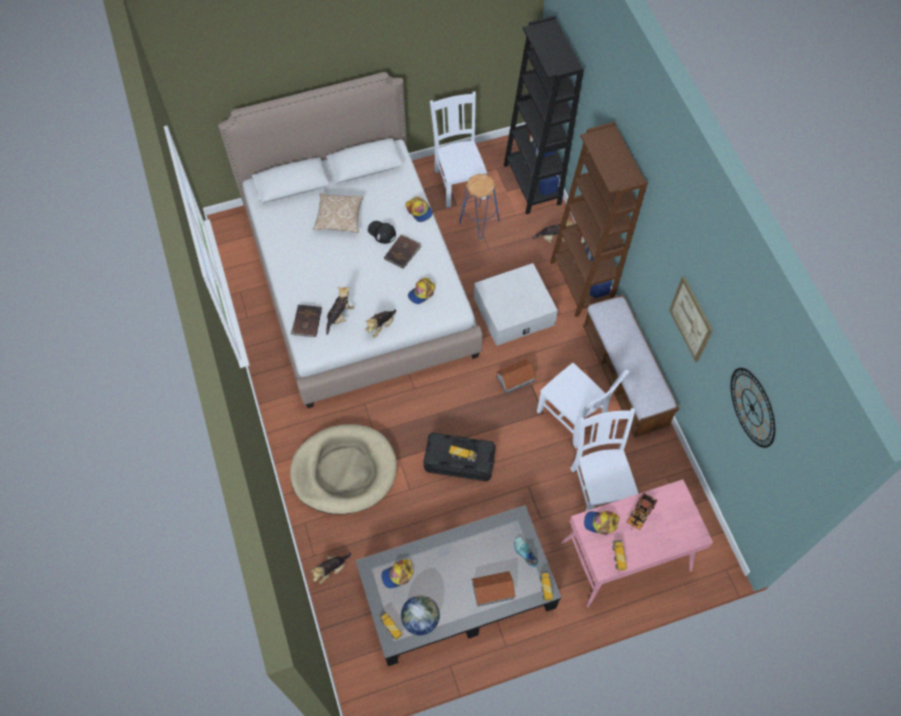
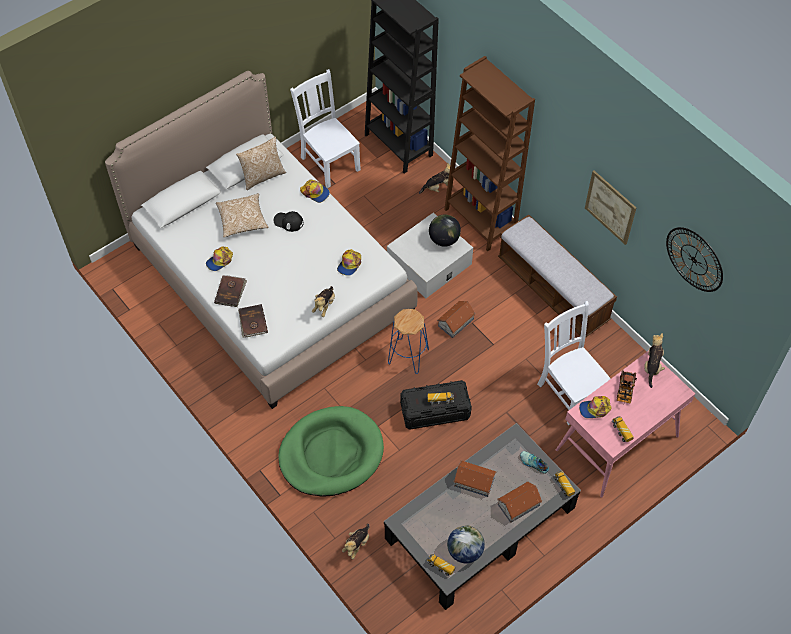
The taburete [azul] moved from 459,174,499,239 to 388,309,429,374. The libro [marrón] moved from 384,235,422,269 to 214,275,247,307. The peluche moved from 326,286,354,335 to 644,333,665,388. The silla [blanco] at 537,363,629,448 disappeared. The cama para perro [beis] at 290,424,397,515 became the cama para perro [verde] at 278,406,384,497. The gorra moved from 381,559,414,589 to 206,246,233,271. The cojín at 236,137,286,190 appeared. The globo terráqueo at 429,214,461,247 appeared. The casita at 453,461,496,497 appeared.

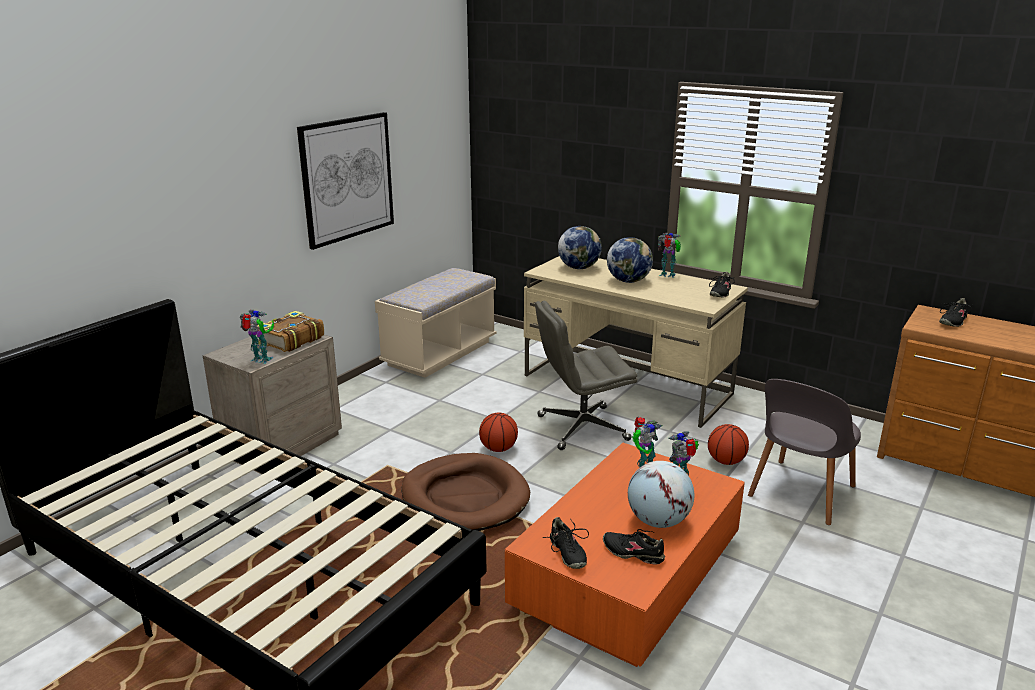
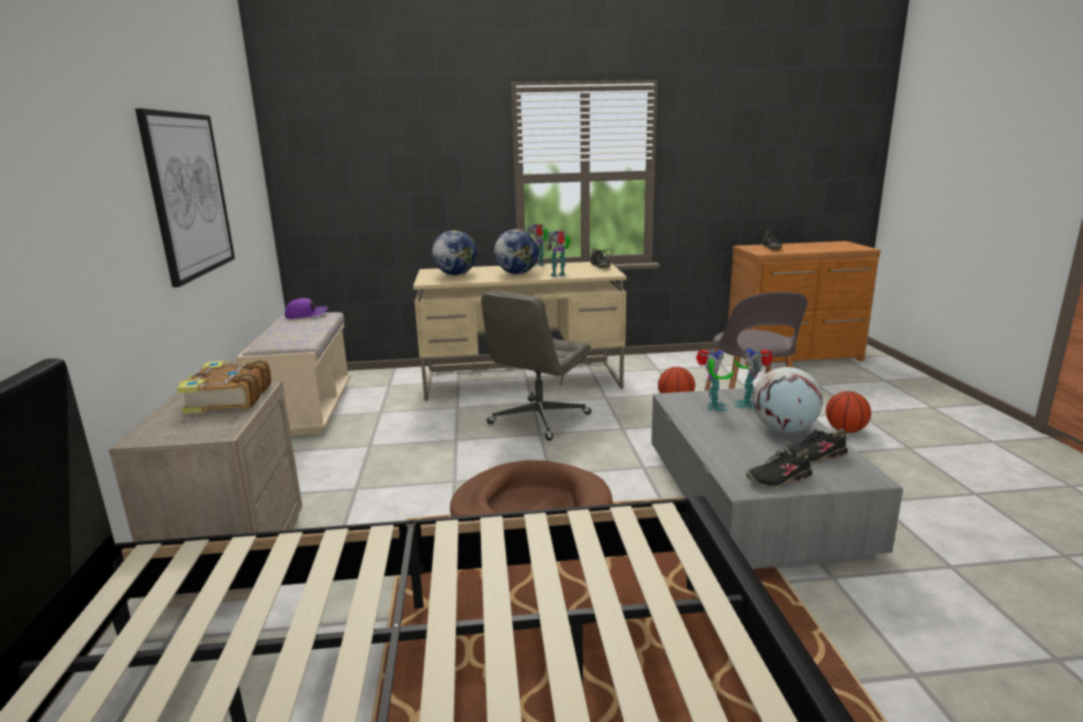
The robot de juguete moved from 239,310,274,364 to 547,230,571,277. The balón de baloncesto moved from 479,412,518,452 to 826,391,871,433. The mesa de centro [naranja] at 505,443,745,667 became the mesa de centro [gris] at 651,387,903,569. The zapato [negro] at 543,517,589,569 turned 135 degrees clockwise. The gorra [morado] at 285,298,328,319 appeared.

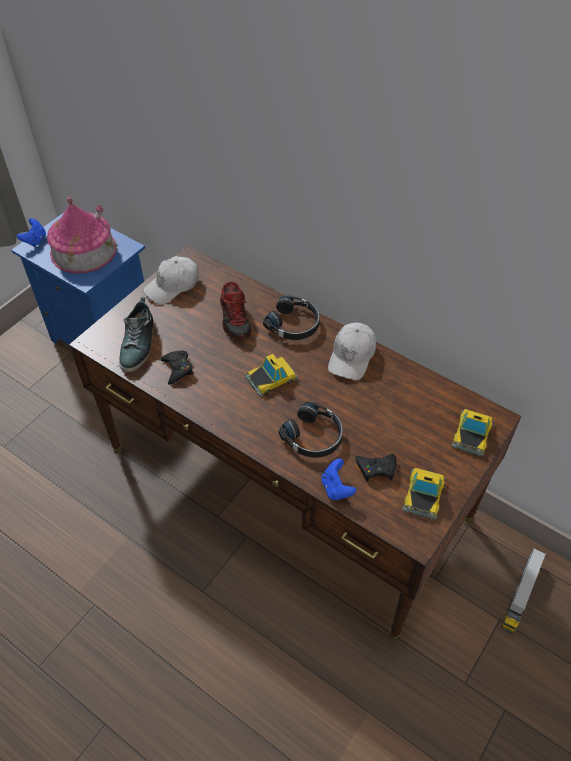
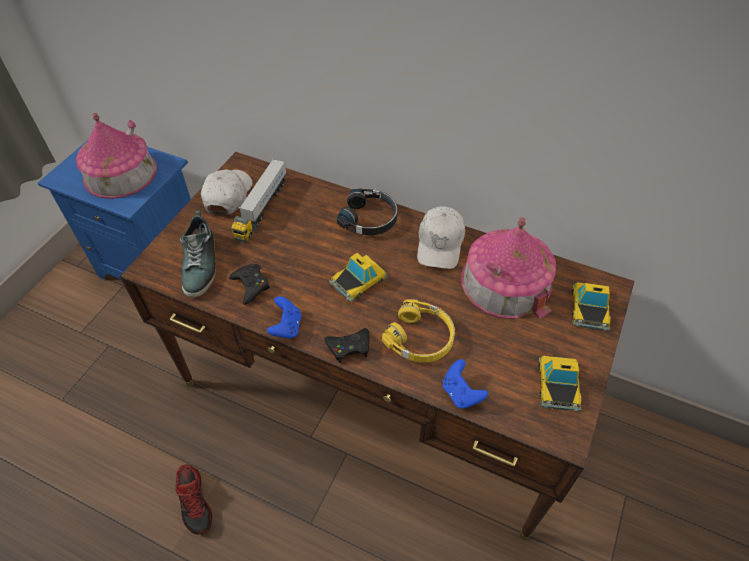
The mando de consola [azul] moved from 17,218,46,247 to 267,296,301,339. The gorra [blanco] at 143,256,199,304 turned 150 degrees clockwise. The zapato moved from 220,281,251,339 to 175,464,212,535. The auriculares [negro] at 279,401,343,458 became the auriculares [amarillo] at 382,299,455,363. The mando de consola [negro] moved from 356,454,396,481 to 325,328,370,363. The camión de juguete moved from 501,548,546,633 to 231,159,287,243. The casita at 461,217,556,319 appeared.

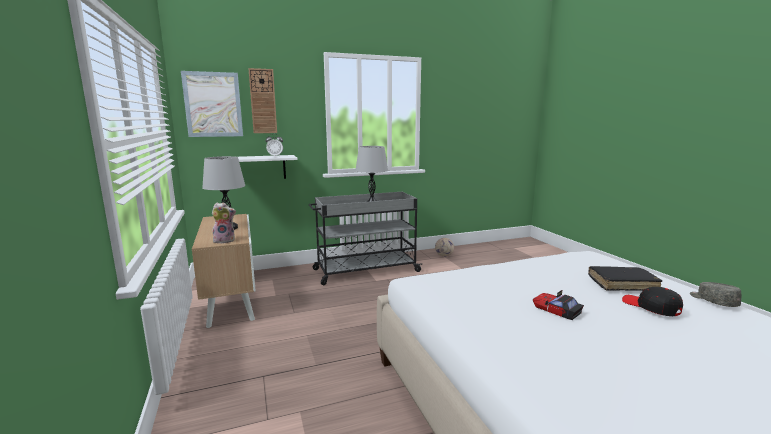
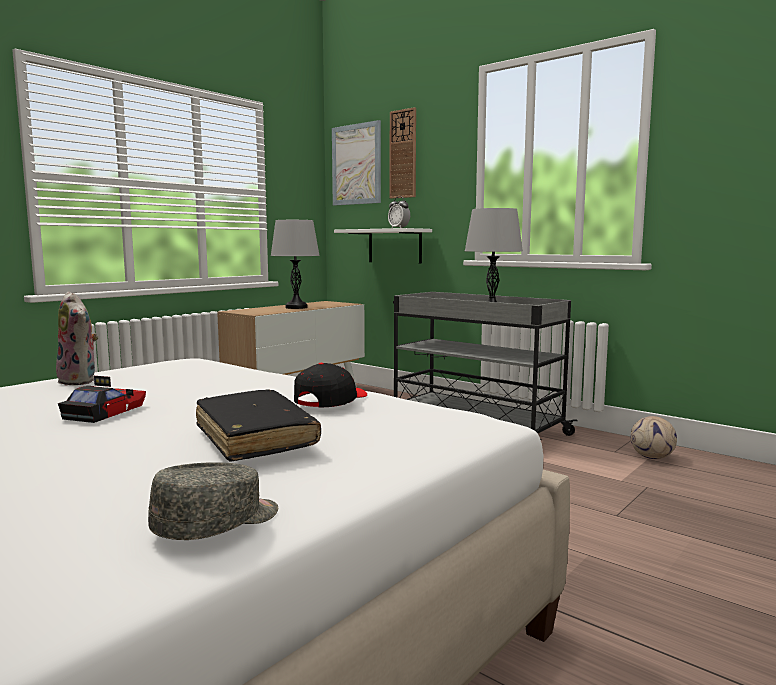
The peluche moved from 212,203,236,244 to 56,291,98,386. The gorra [negro] moved from 622,287,683,316 to 294,363,368,407.

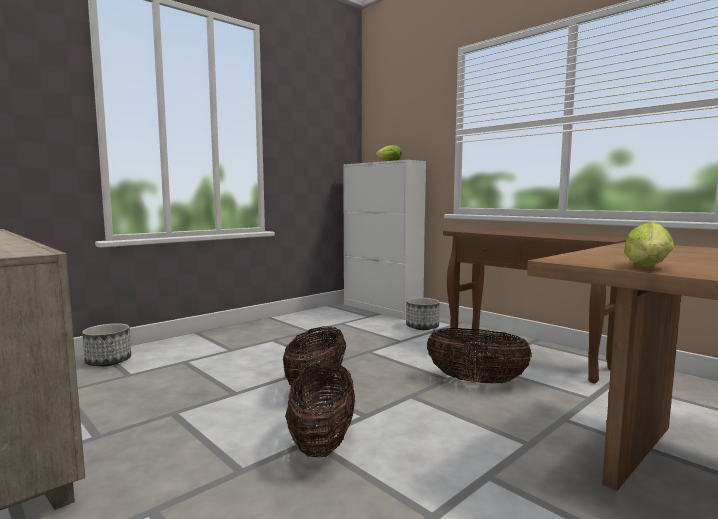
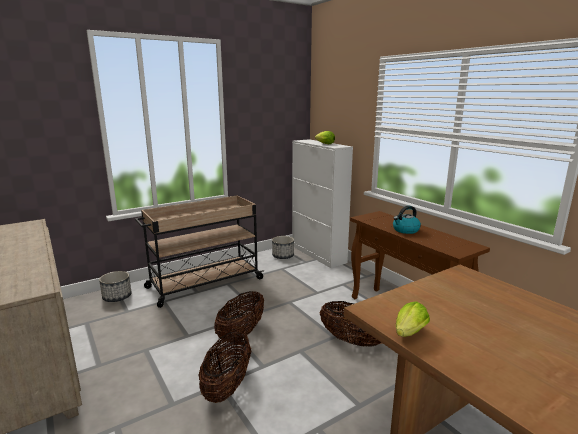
The maceta moved from 406,298,440,330 to 272,236,294,259. The carrito [beis] at 135,195,264,308 appeared. The hervidor at 393,206,421,234 appeared.

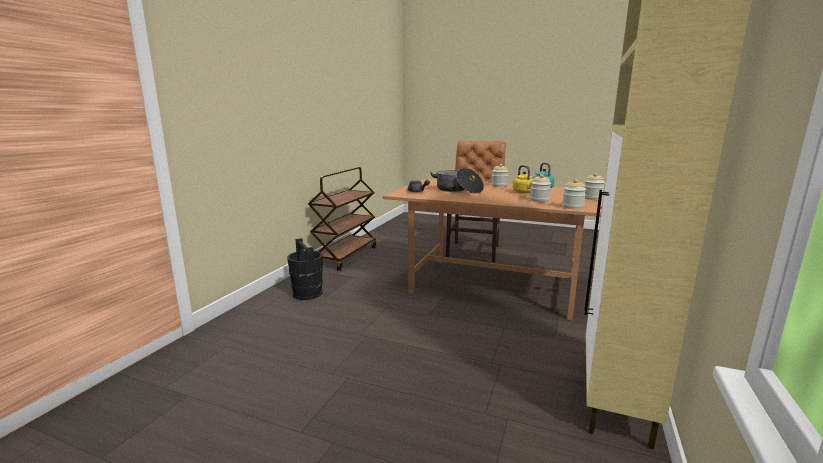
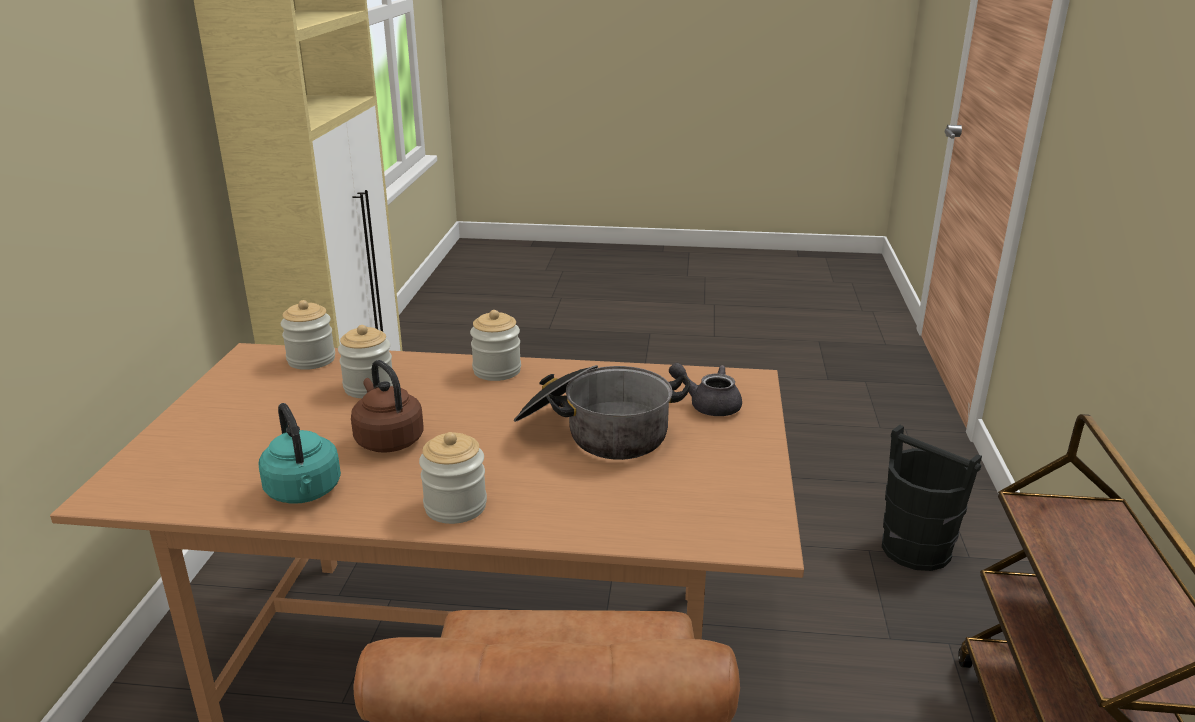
The hervidor [amarillo] at 512,165,533,193 became the hervidor [marrón] at 351,360,424,453. The tarro moved from 584,173,605,200 to 470,310,521,381.

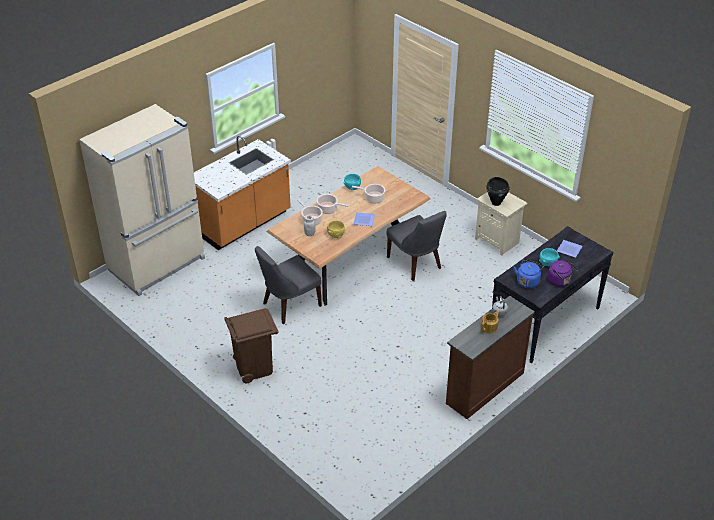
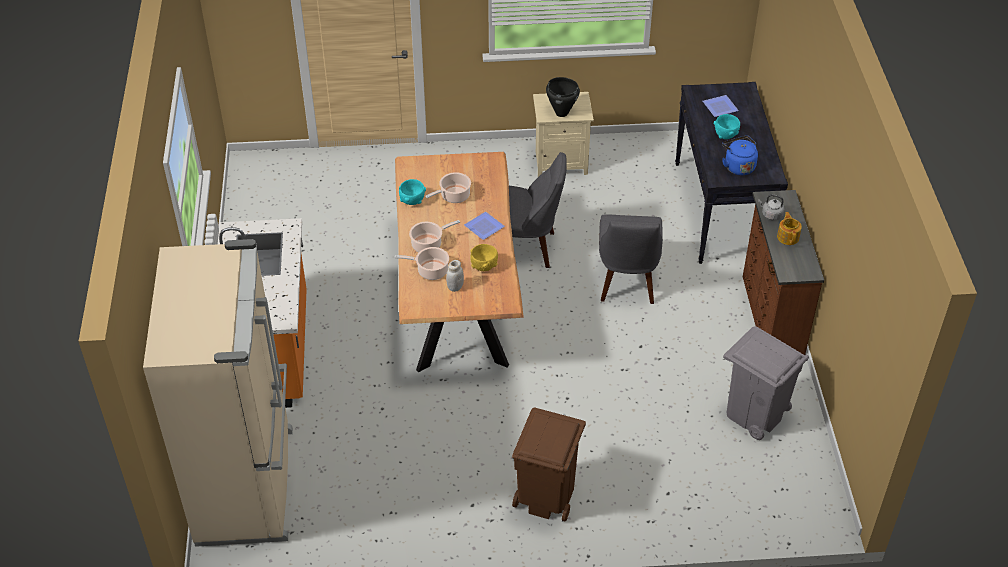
The silla [gris] moved from 255,246,322,324 to 599,214,663,304. The hervidor [morado] at 548,260,577,287 disappeared. The papelera [gris] at 723,327,809,440 appeared.

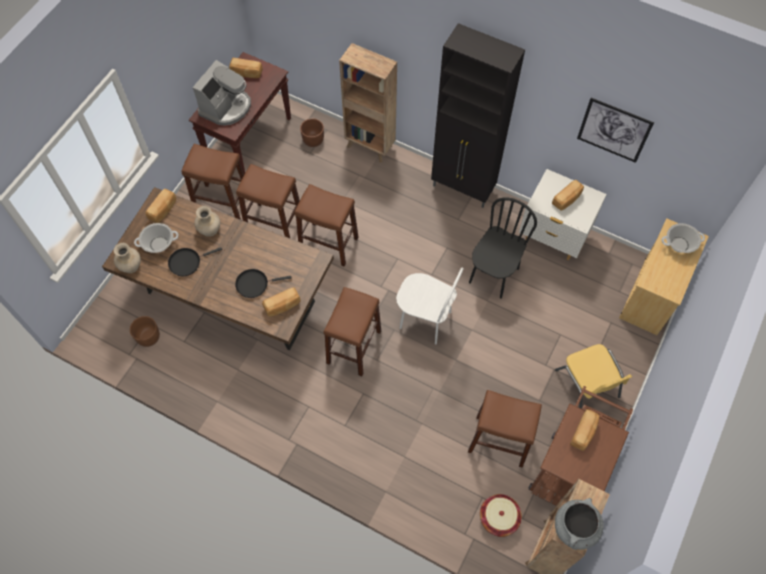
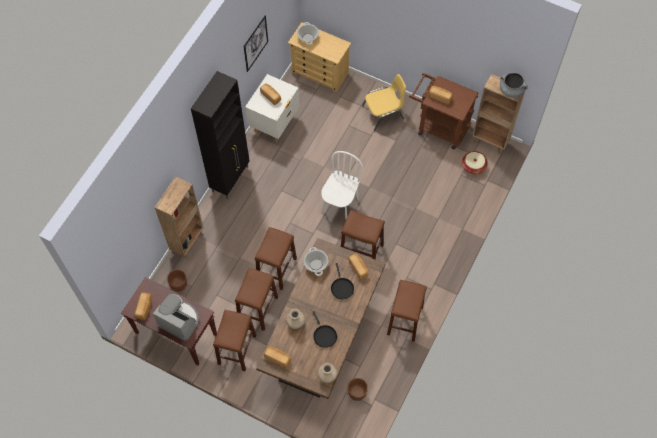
The silla [negro] at 469,197,537,299 disappeared. The olla moved from 134,223,179,253 to 304,247,328,276. The taburete [marrón] moved from 468,390,542,468 to 387,280,427,342.

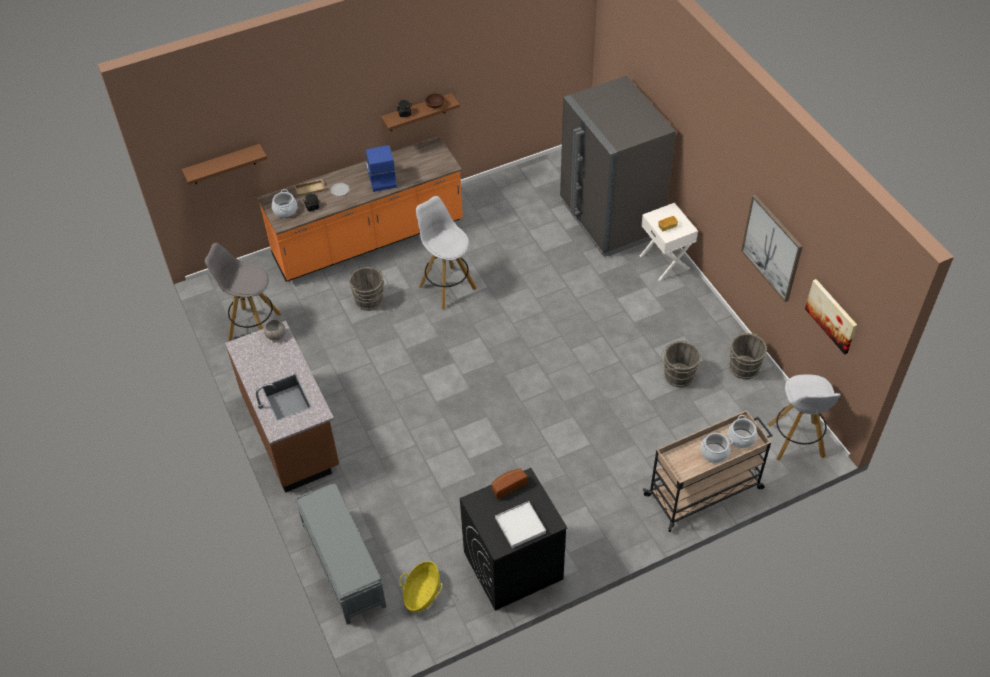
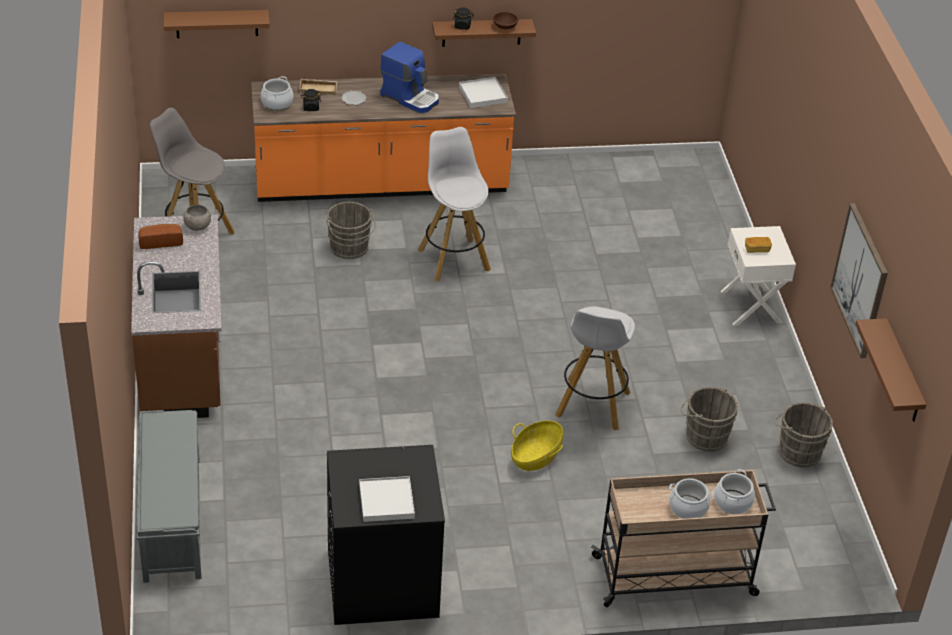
The nevera [gris] at 560,76,676,257 disappeared. The cafetera at 366,145,397,192 turned 120 degrees clockwise. The cuadro at 805,279,857,354 was replaced by the estante [marrón] at 855,318,926,422. The taburete [blanco] moved from 768,374,841,461 to 555,306,635,430. The pan moved from 492,468,528,499 to 139,224,183,249. The cesta moved from 399,561,442,612 to 511,421,563,471. The bandeja [blanco] at 459,77,508,108 appeared.

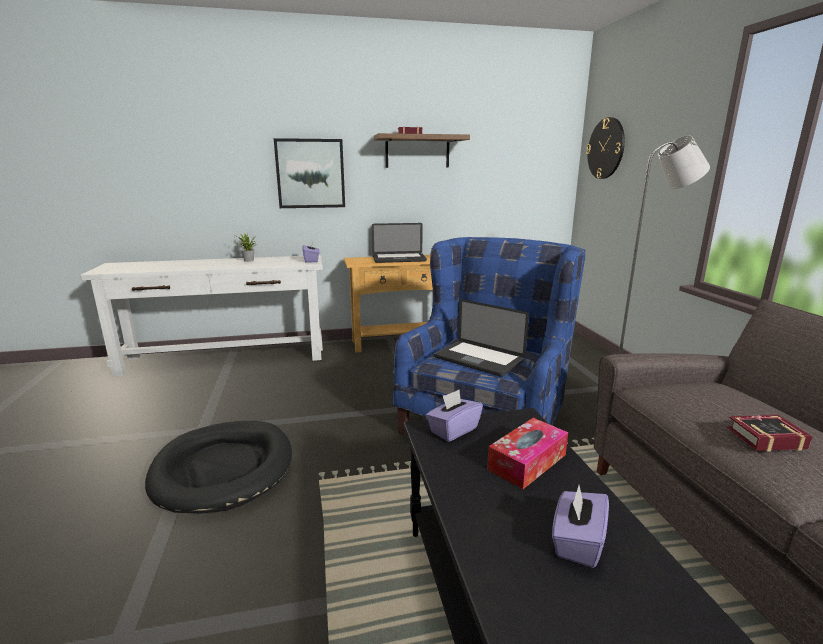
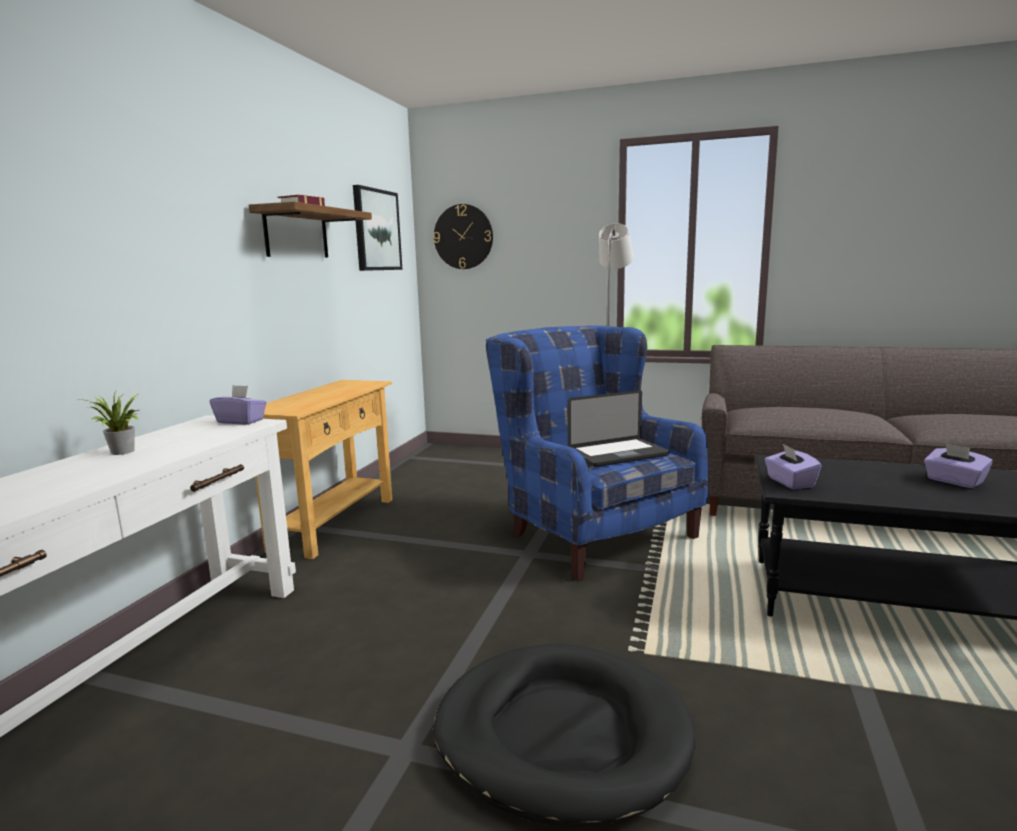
The cuadro moved from 274,138,345,208 to 353,185,402,271. The portátil at 372,223,427,263 disappeared. The libro at 727,415,812,452 disappeared. The caja de pañuelos at 487,418,568,489 disappeared.

